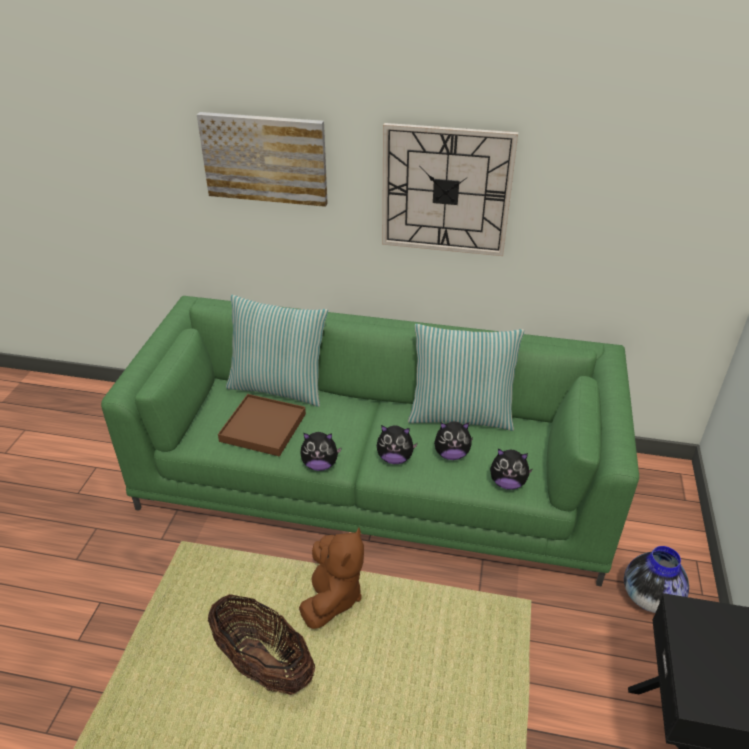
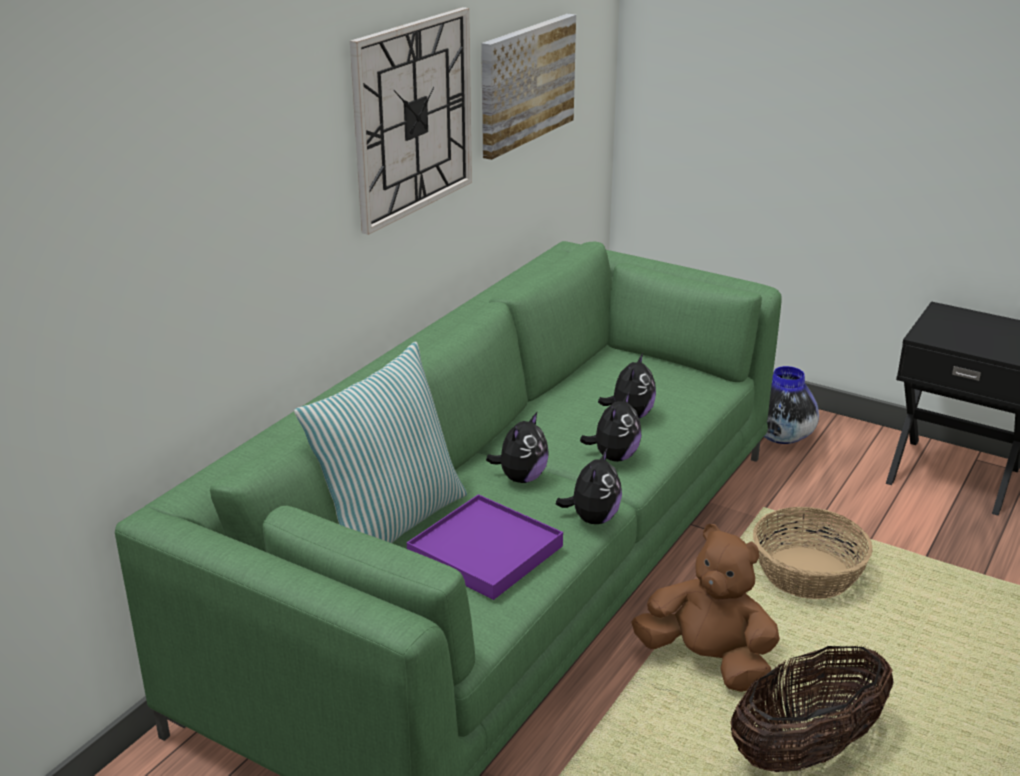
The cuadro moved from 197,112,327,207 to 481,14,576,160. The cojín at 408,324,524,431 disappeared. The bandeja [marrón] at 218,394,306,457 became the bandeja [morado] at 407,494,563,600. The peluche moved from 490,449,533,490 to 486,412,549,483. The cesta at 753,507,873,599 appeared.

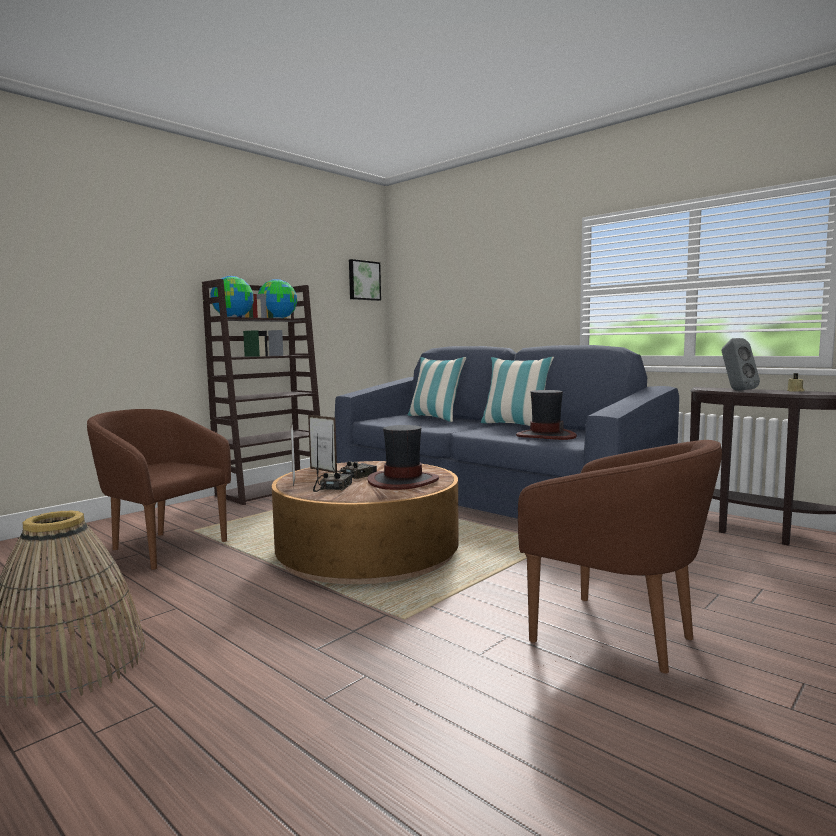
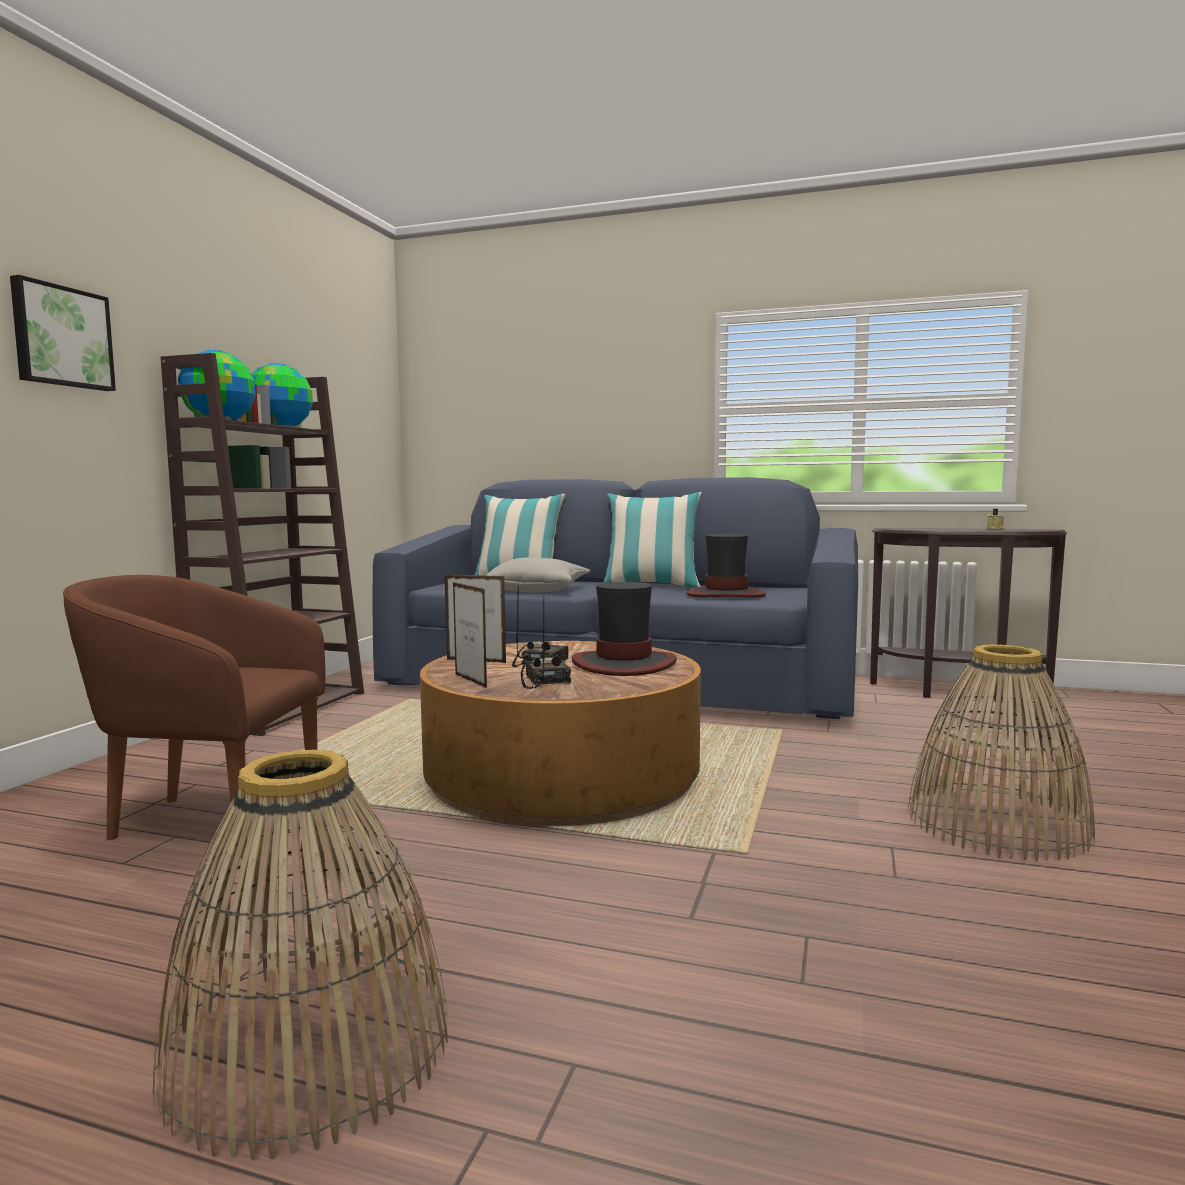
The cuadro moved from 349,259,381,301 to 10,275,116,391. The altavoz [gris] at 722,338,760,391 disappeared. The sillón [marrón] at 518,440,722,673 was replaced by the cesta at 908,644,1095,861. The cojín [gris] at 485,557,591,592 appeared.

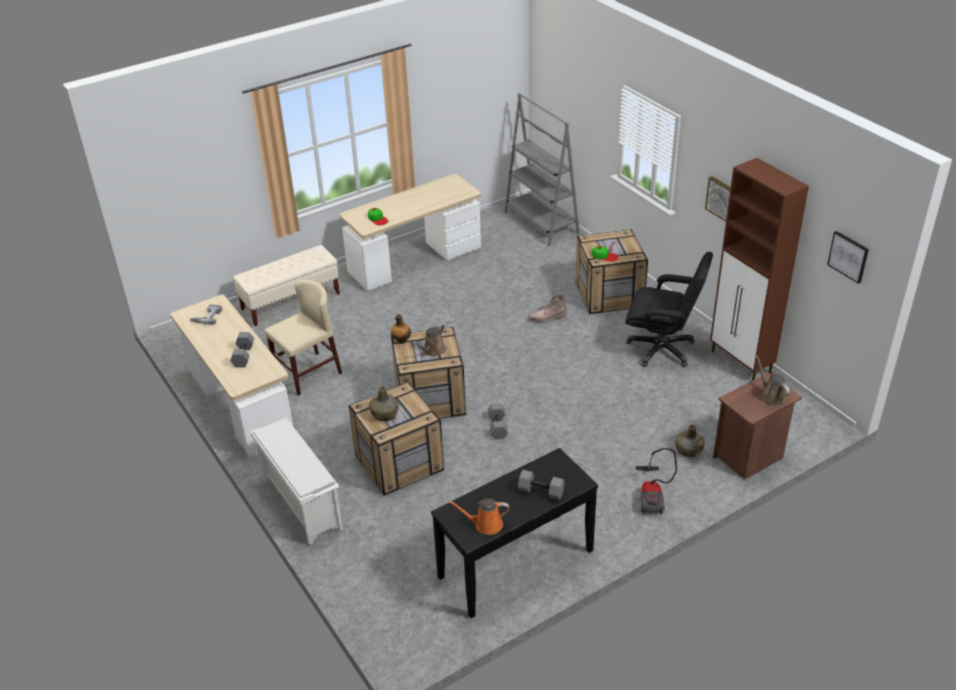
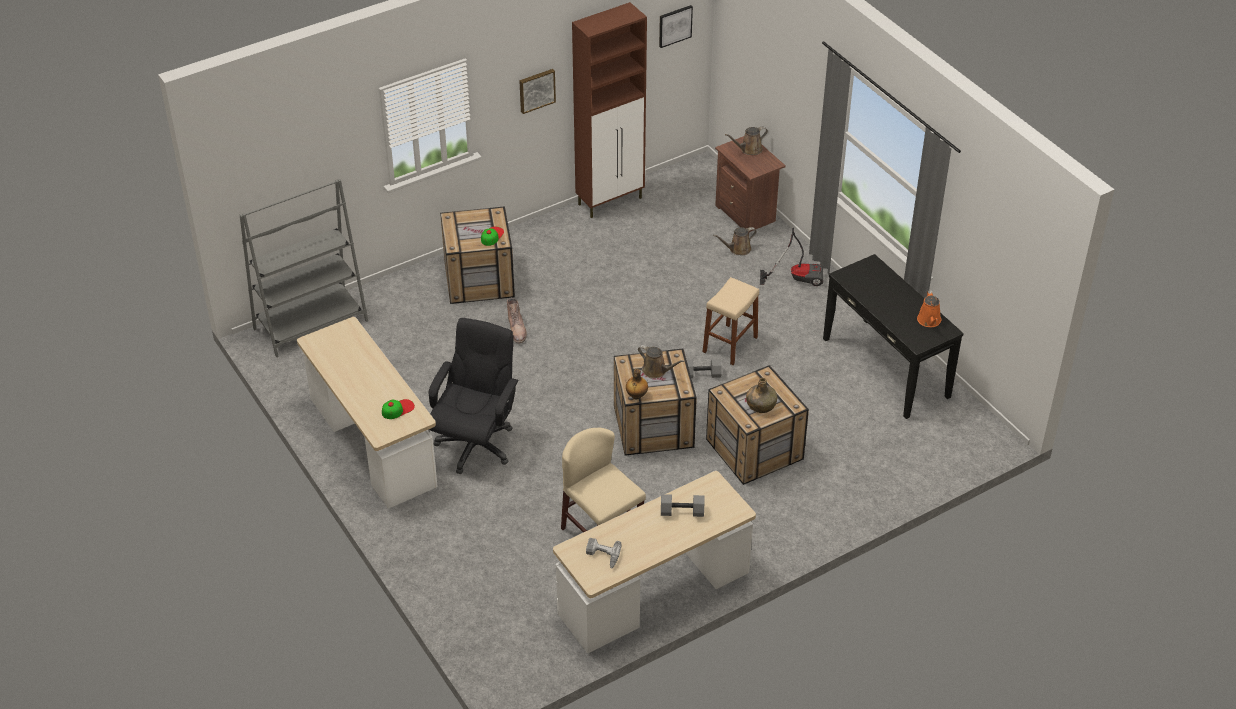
The banco [beis] at 233,245,340,326 disappeared. The silla de oficina [negro] moved from 625,252,713,367 to 428,318,519,474. The zapatero [blanco] at 250,418,343,545 disappeared. The botella [verde] at 675,424,704,457 was replaced by the regadera [marrón] at 713,227,757,255. The mancuerna [gris] at 518,470,565,500 disappeared. The taburete [beis] at 703,277,759,365 appeared.

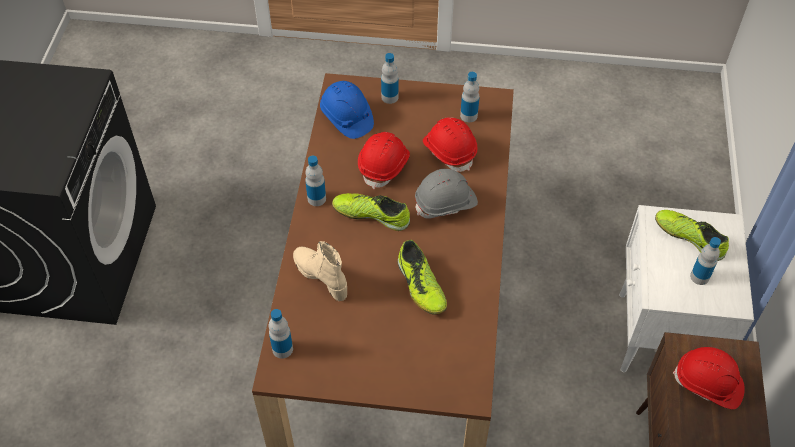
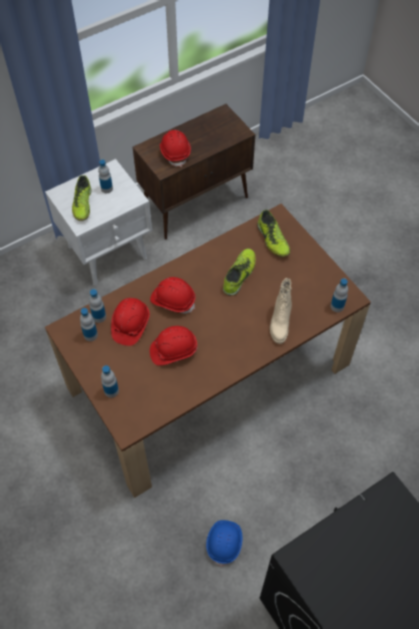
The casco [azul] moved from 320,81,374,139 to 206,520,242,567. The botella moved from 305,156,326,206 to 89,289,106,323. The casco [gris] at 415,169,478,219 became the casco [rojo] at 150,277,196,314. The zapato moved from 332,193,410,231 to 257,210,290,257.

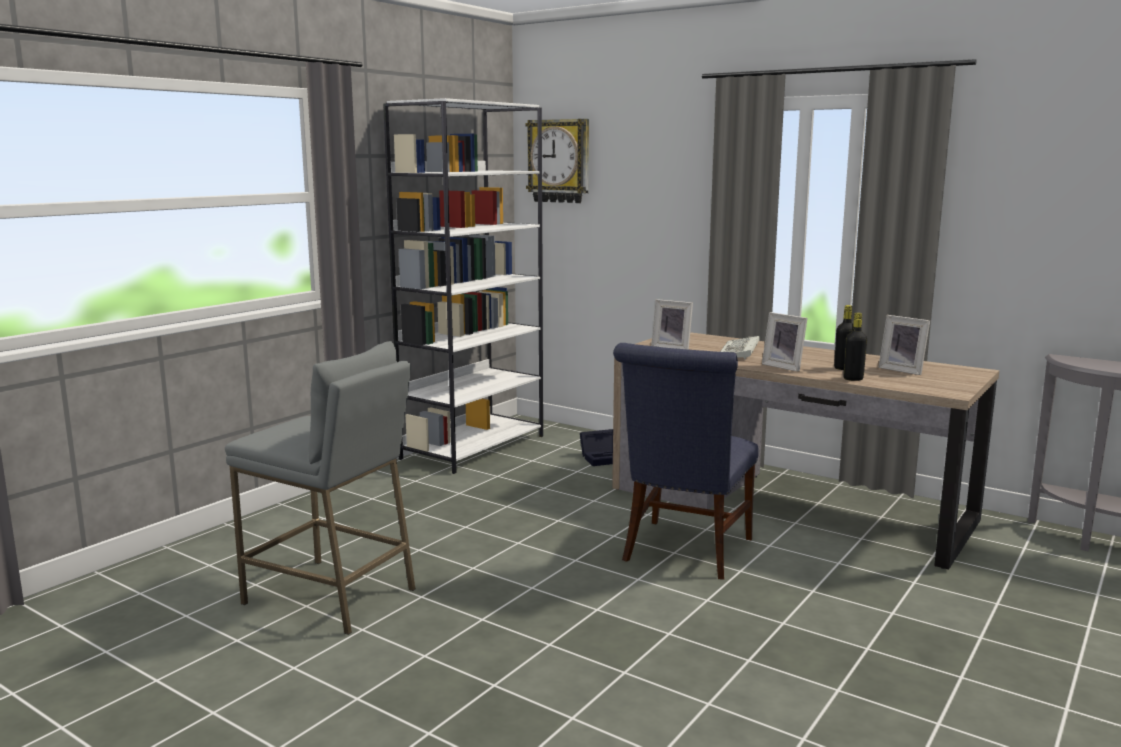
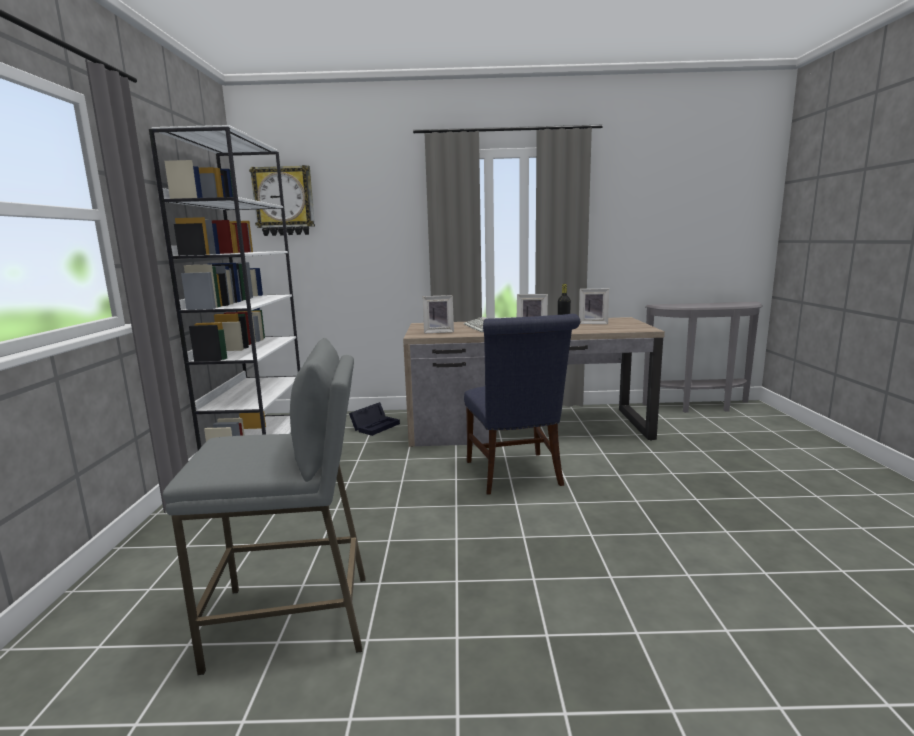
The botella [negro] at 843,313,867,381 disappeared.

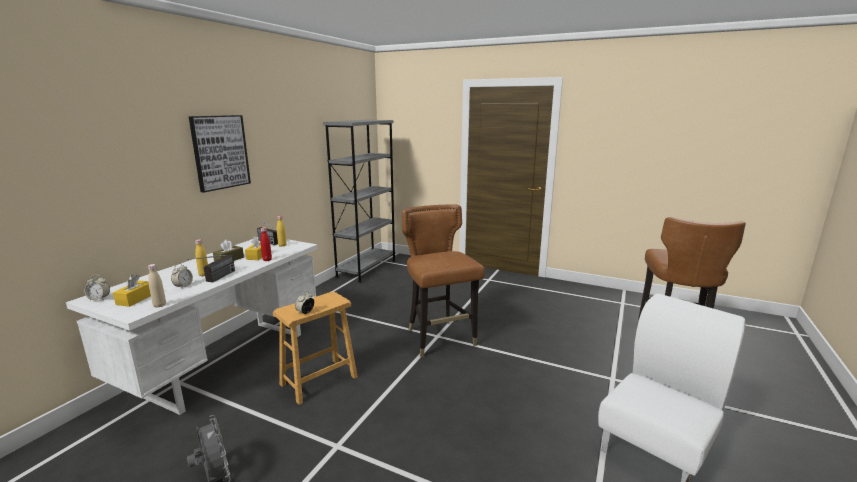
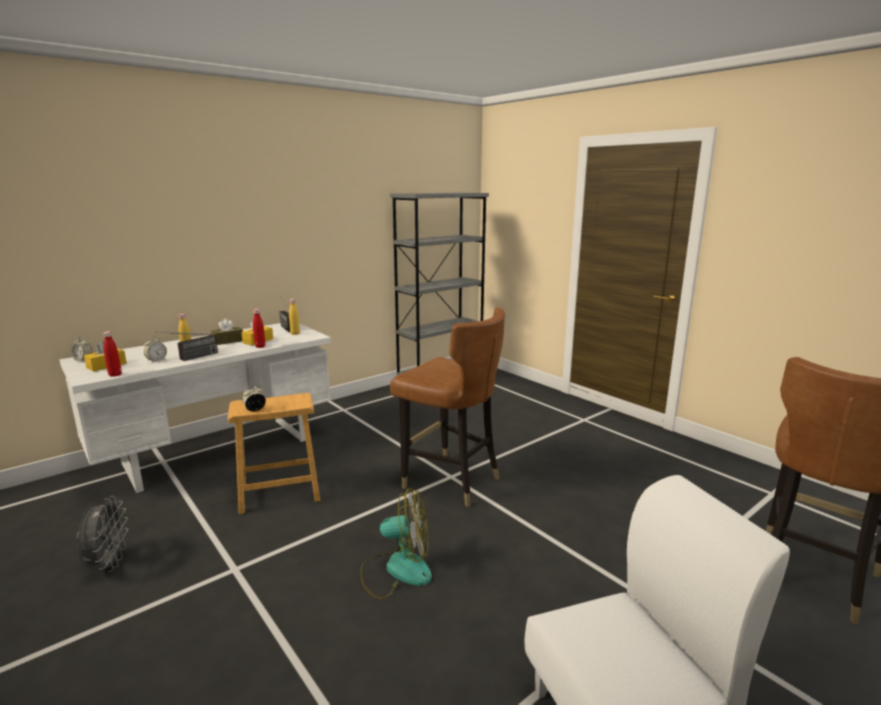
The cuadro at 189,115,251,192 disappeared. The silla [marrón] at 402,204,485,357 turned 120 degrees clockwise. The botella [beis] at 148,264,166,308 became the botella [rojo] at 103,331,122,377. The ventilador at 360,488,432,599 appeared.

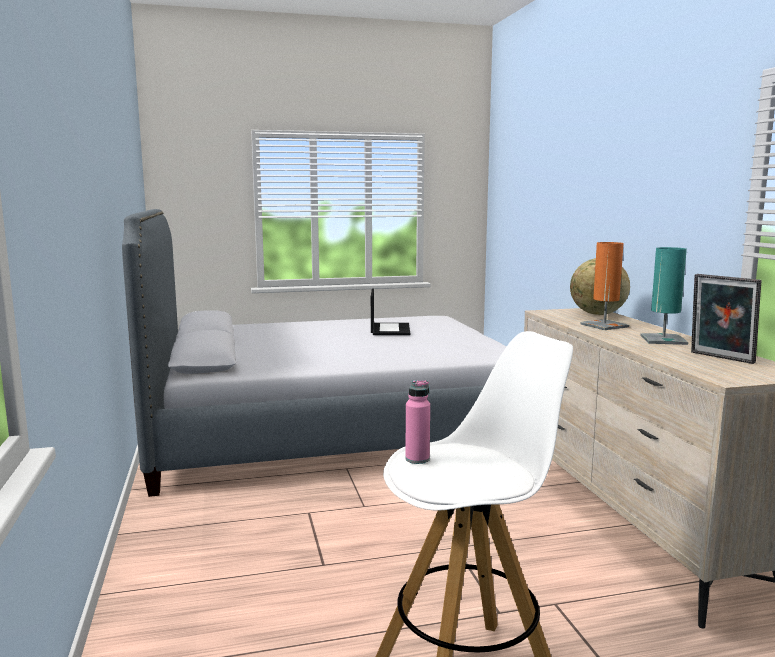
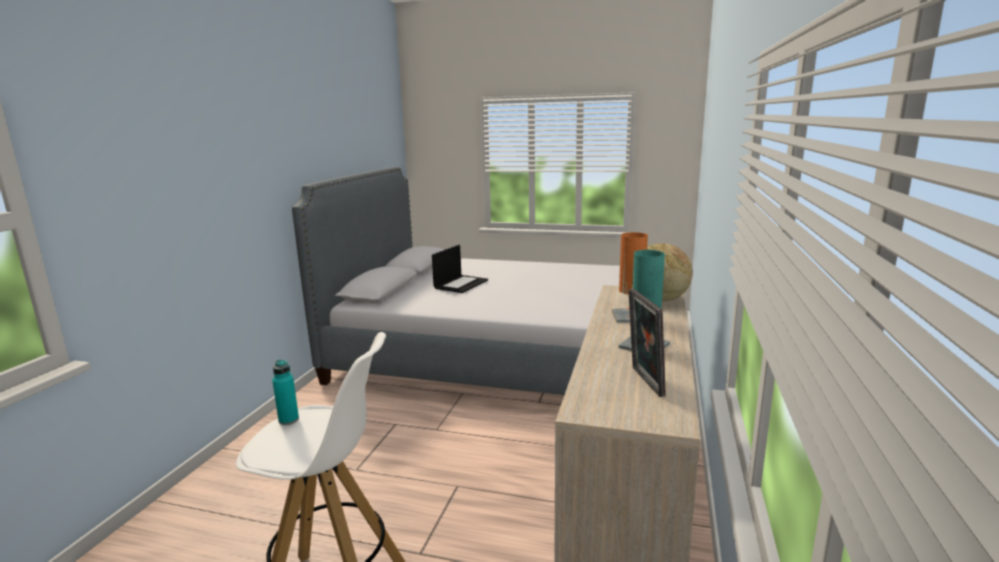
The portátil moved from 371,288,410,335 to 432,245,488,293. The botella [rosa] at 405,380,430,464 became the botella [turquesa] at 272,359,299,425.

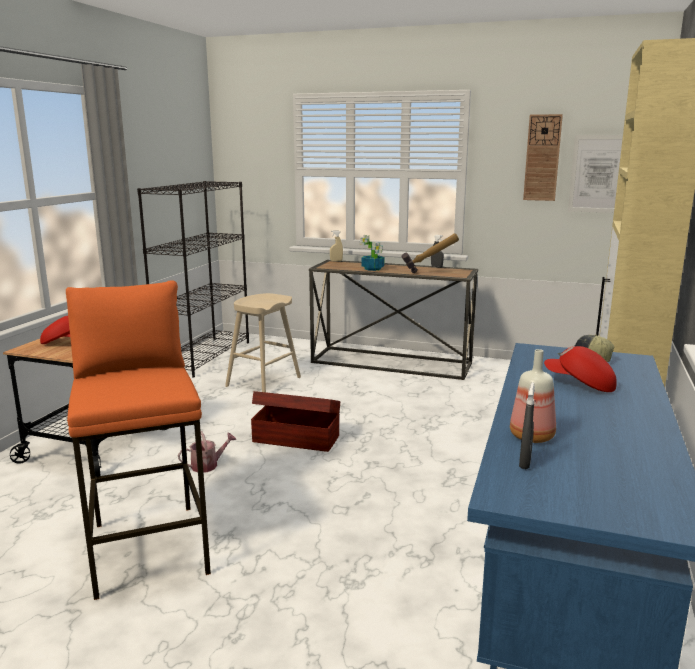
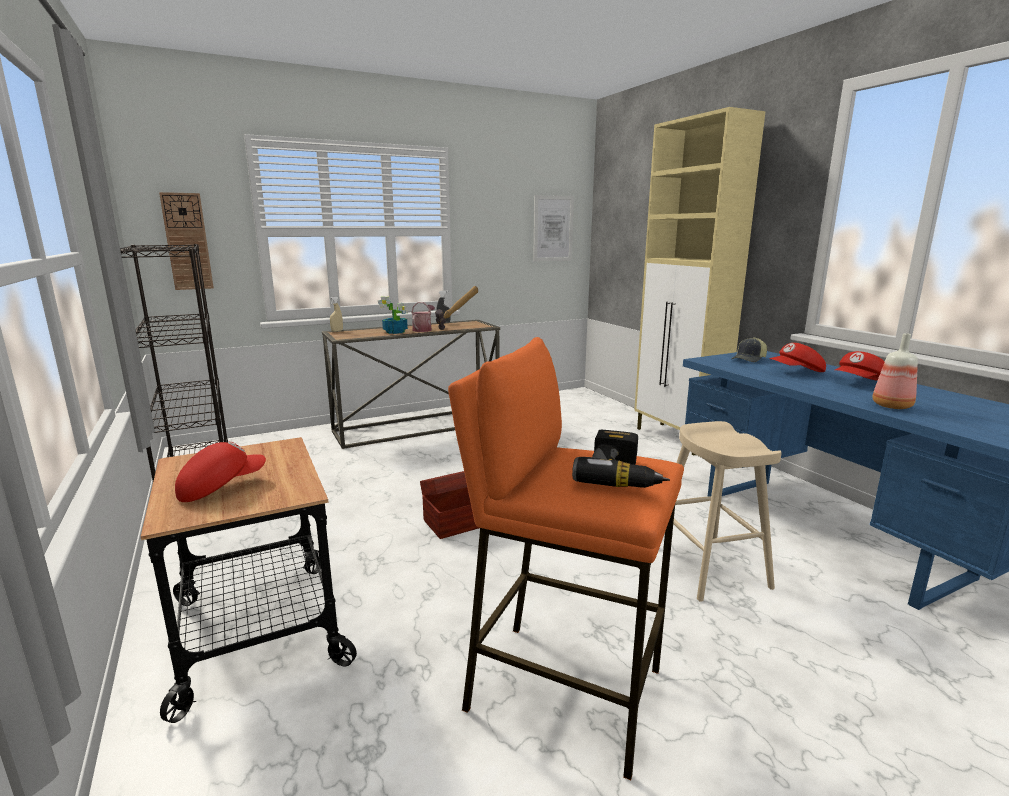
The reloj de pared moved from 523,114,563,201 to 159,192,214,290. The taburete [beis] moved from 225,293,301,392 to 673,421,782,602. The pulverizador [gris] at 519,382,535,469 disappeared. The regadera moved from 178,431,236,473 to 411,302,435,332. The gorra [rojo] at 835,351,885,381 appeared. The taladro at 572,430,670,488 appeared.

